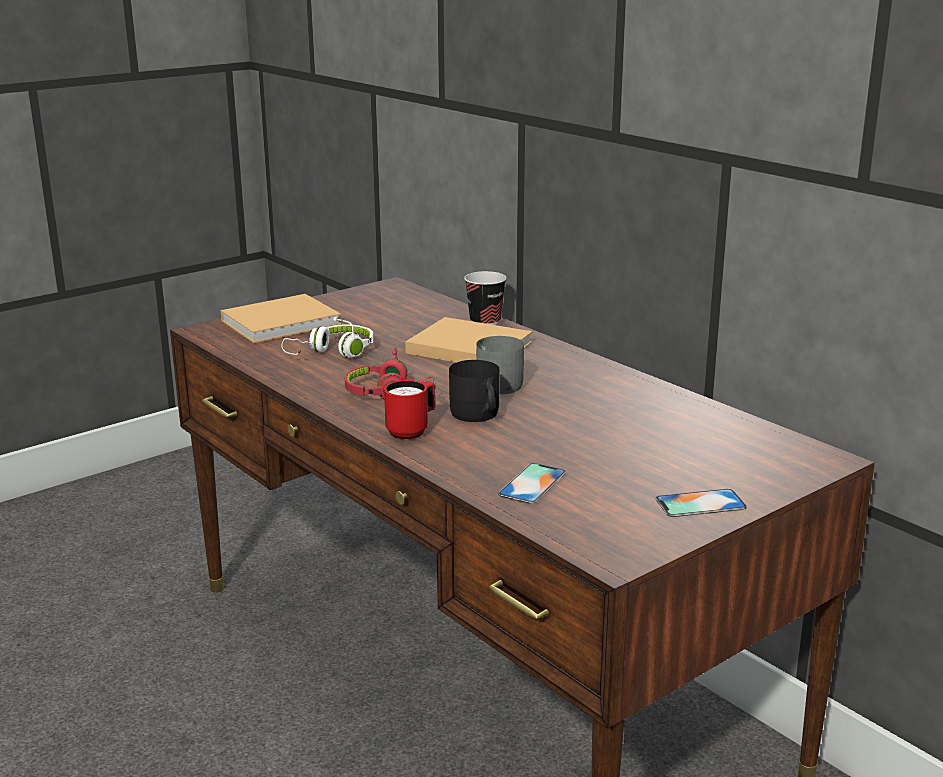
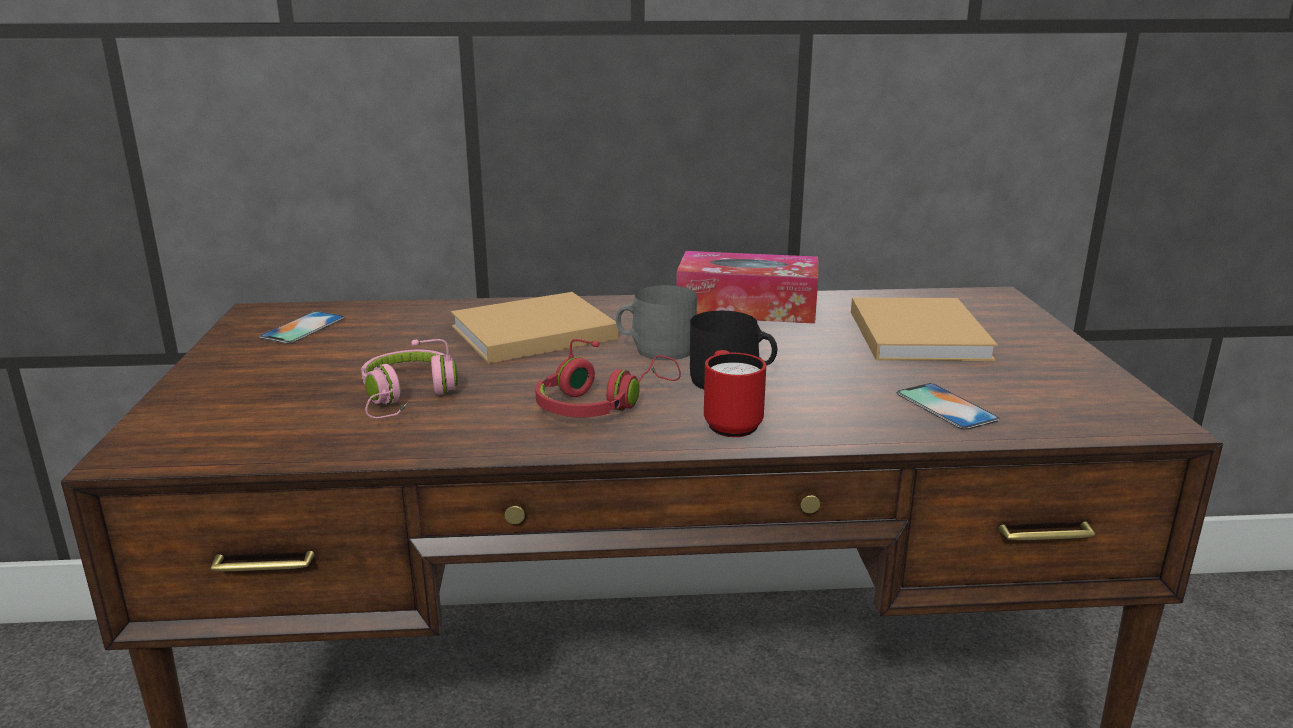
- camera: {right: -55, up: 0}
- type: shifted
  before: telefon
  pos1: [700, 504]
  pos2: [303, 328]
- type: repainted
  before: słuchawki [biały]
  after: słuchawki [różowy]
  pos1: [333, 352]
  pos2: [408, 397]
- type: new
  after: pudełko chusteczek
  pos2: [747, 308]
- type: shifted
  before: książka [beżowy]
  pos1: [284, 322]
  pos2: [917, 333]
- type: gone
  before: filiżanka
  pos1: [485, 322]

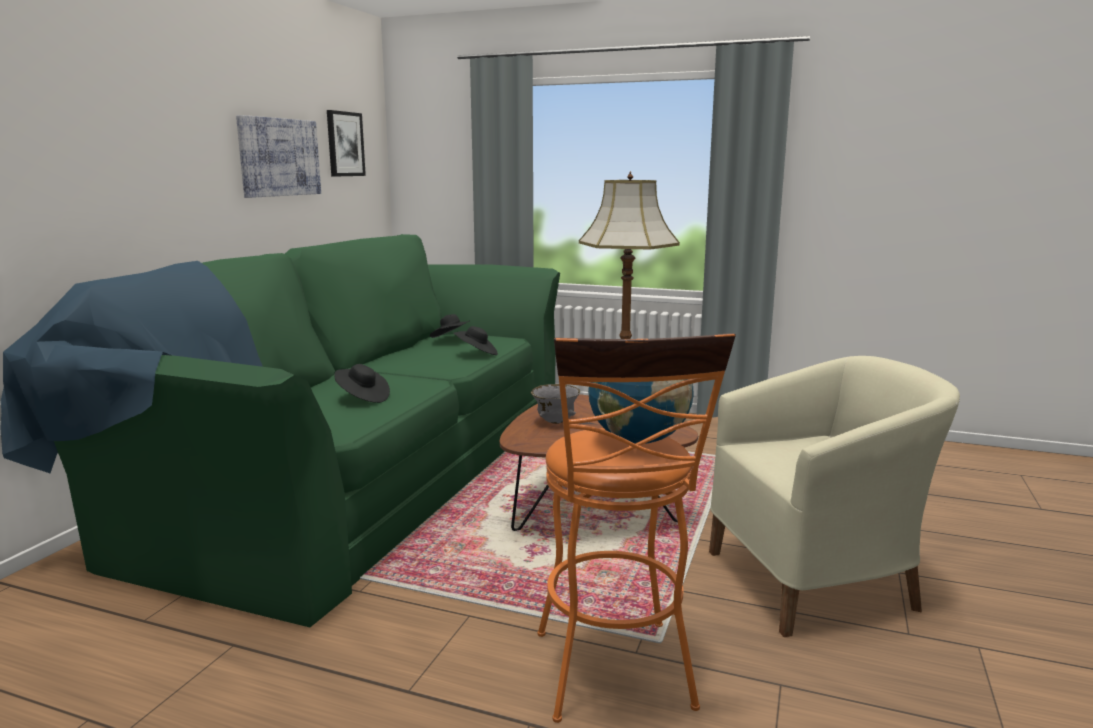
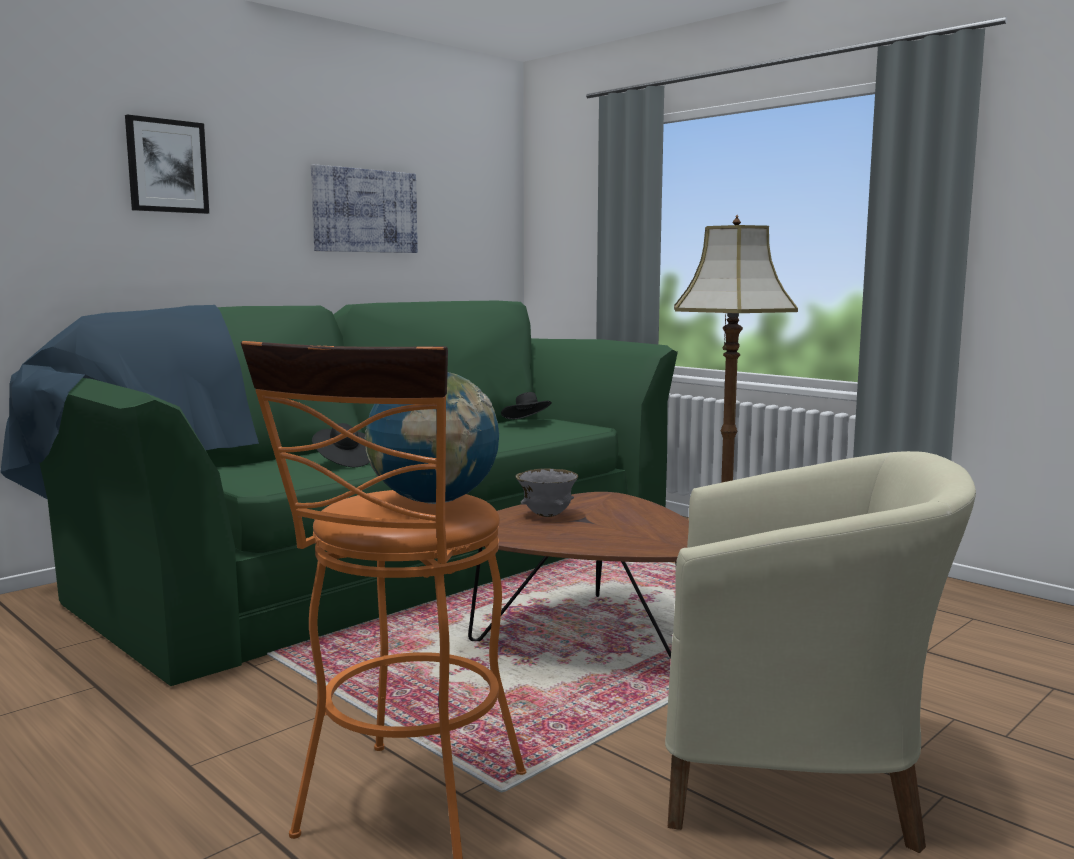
- camera: {right: 25, up: -5}
- type: shifted
  before: obraz
  pos1: [345, 144]
  pos2: [167, 166]
- type: gone
  before: kapelusz [czarny]
  pos1: [476, 354]

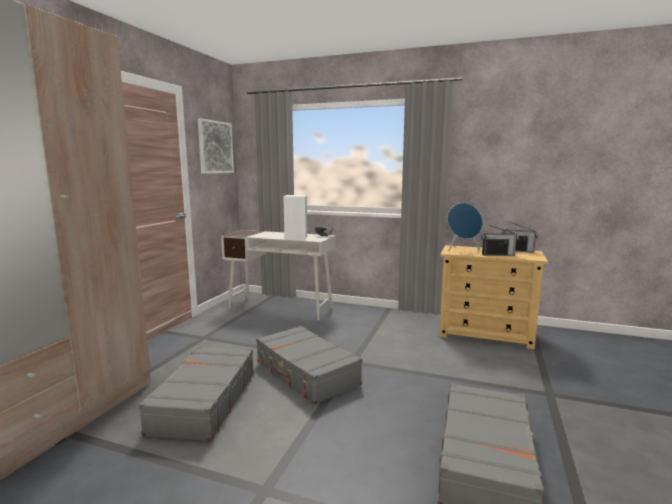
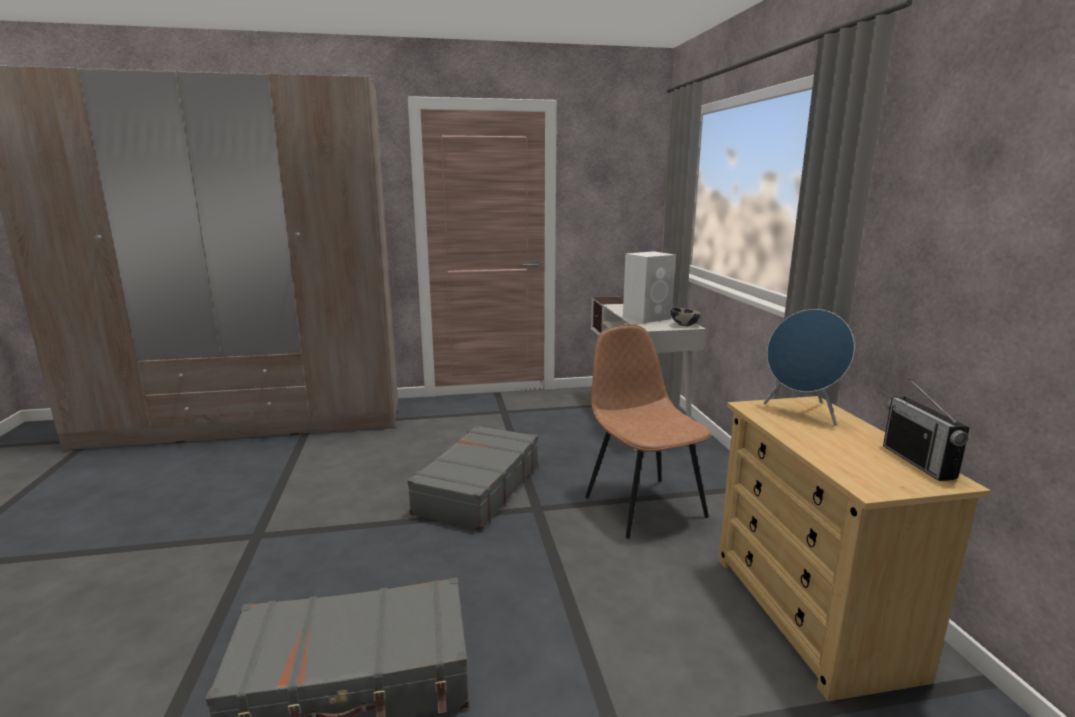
- camera: {right: 60, up: 5}
- type: new
  after: krzesło [brązowy]
  pos2: [643, 505]
- type: gone
  before: walizka [szary]
  pos1: [203, 402]
- type: gone
  before: obraz
  pos1: [215, 147]
- type: gone
  before: radio
  pos1: [498, 255]

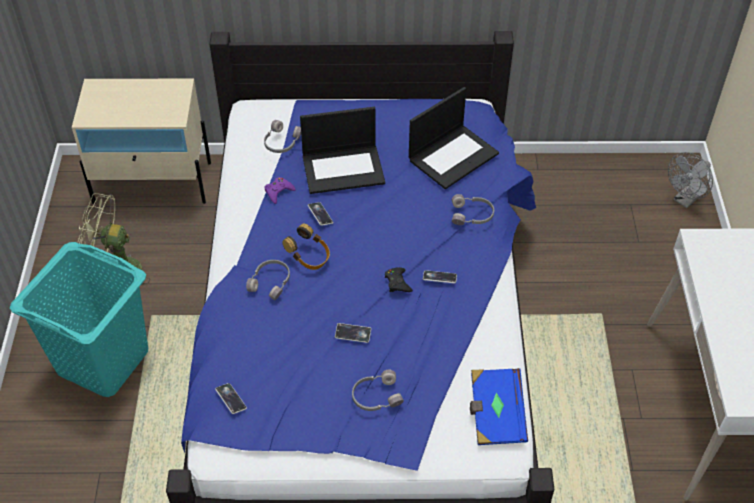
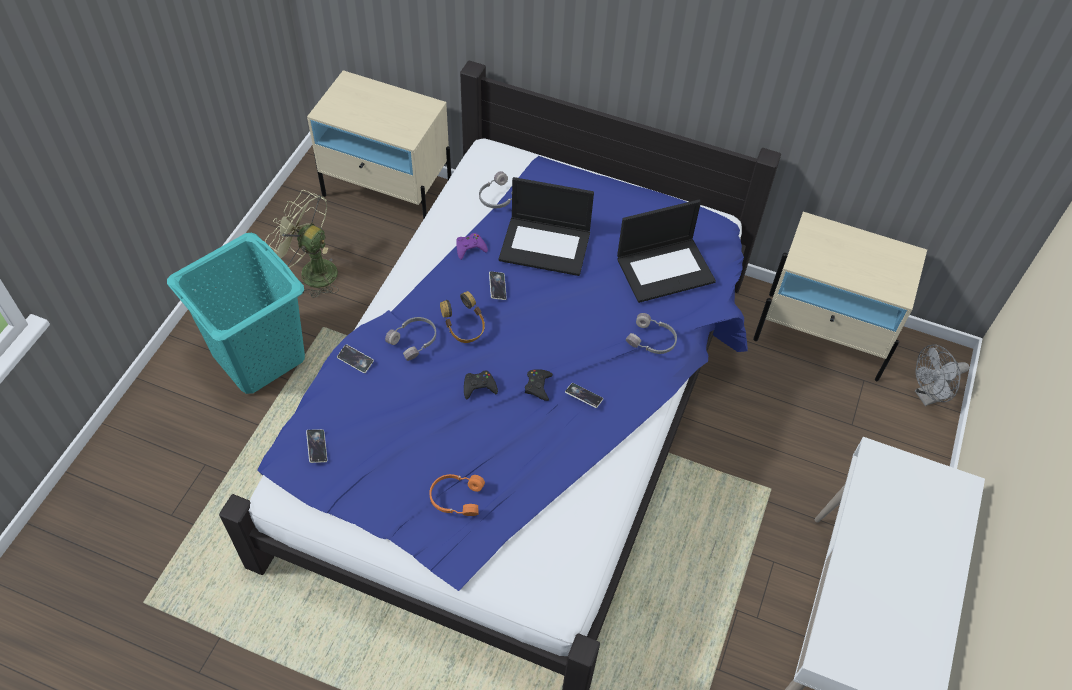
- camera: {right: 20, up: 5}
- type: shifted
  before: telefon
  pos1: [353, 334]
  pos2: [355, 360]
- type: repainted
  before: słuchawki [szary]
  after: słuchawki [pomarańczowy]
  pos1: [376, 396]
  pos2: [456, 497]
- type: new
  after: pad do gier [czarny]
  pos2: [479, 387]
- type: new
  after: szafka nocna [beżowy]
  pos2: [823, 336]
- type: gone
  before: książka [niebieski]
  pos1: [495, 415]

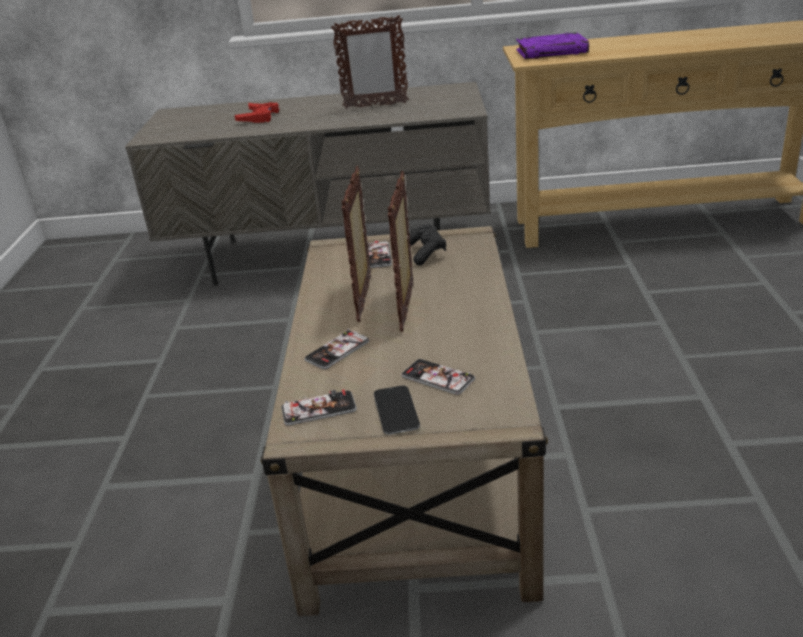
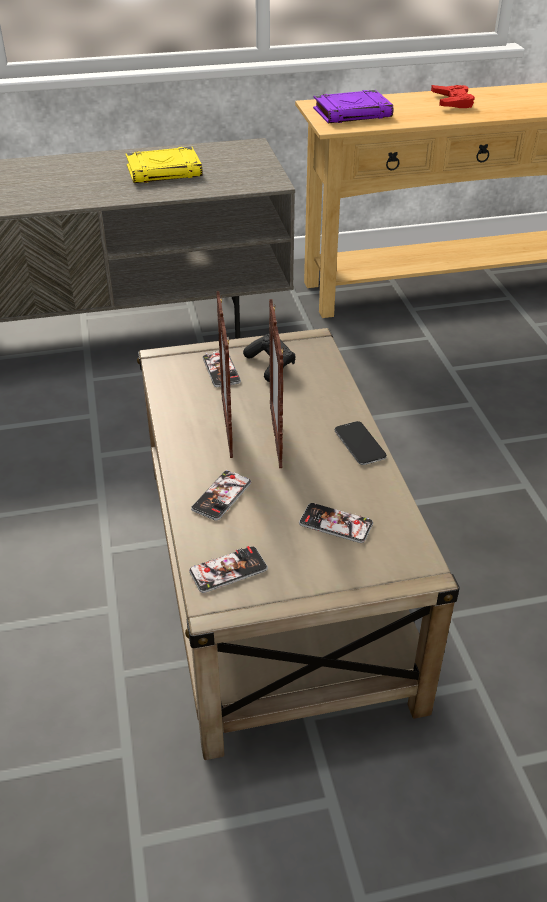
- camera: {right: -15, up: 10}
- type: swapped
  before: ramka na zdjęcie
  after: książka [żółty]
  pos1: [375, 105]
  pos2: [165, 171]
- type: shifted
  before: telefon
  pos1: [396, 411]
  pos2: [360, 444]
- type: shifted
  before: pad do gier [czerwony]
  pos1: [259, 117]
  pos2: [452, 102]

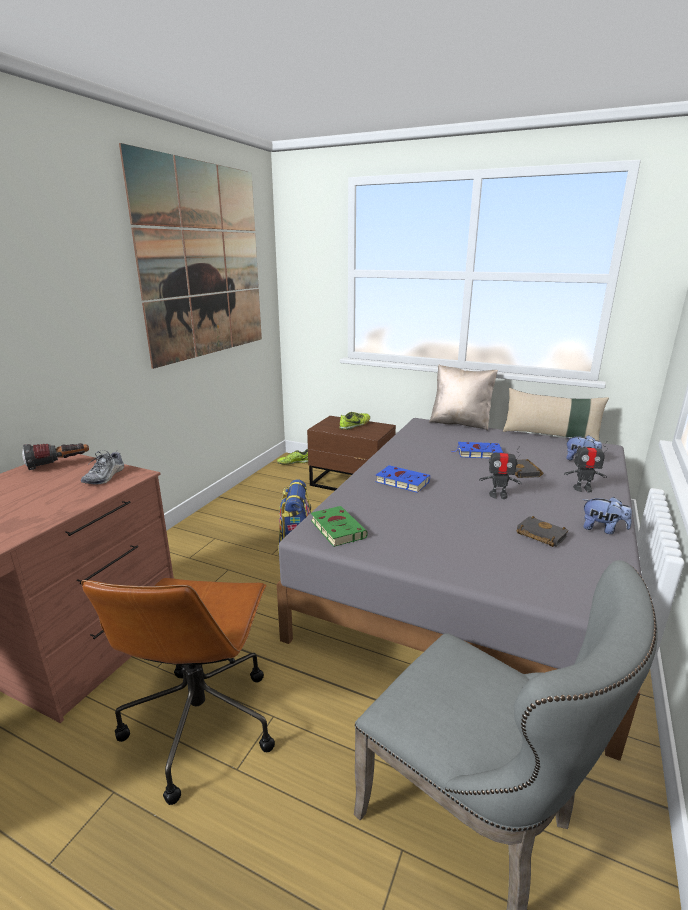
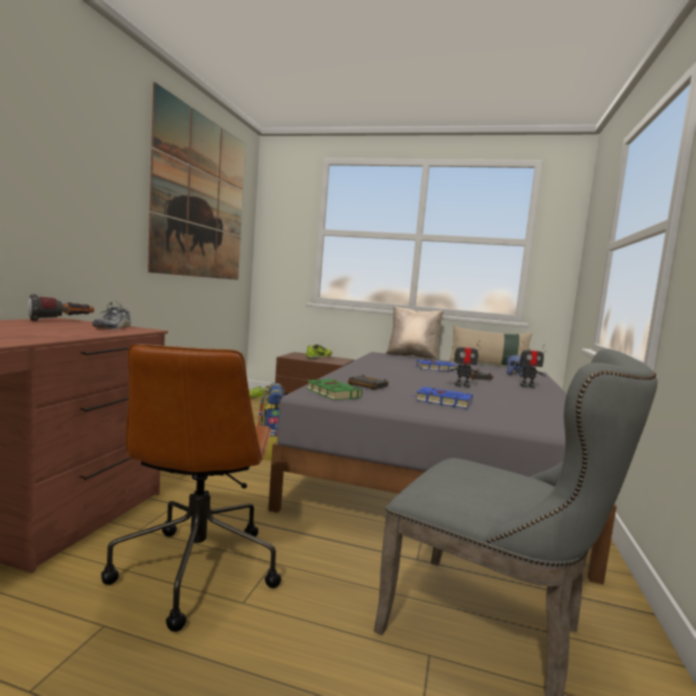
- camera: {right: -10, up: -15}
- type: shifted
  before: książka [czarny]
  pos1: [539, 535]
  pos2: [366, 386]
- type: shifted
  before: książka [niebieski]
  pos1: [401, 481]
  pos2: [442, 401]
- type: gone
  before: pluszak
  pos1: [602, 529]

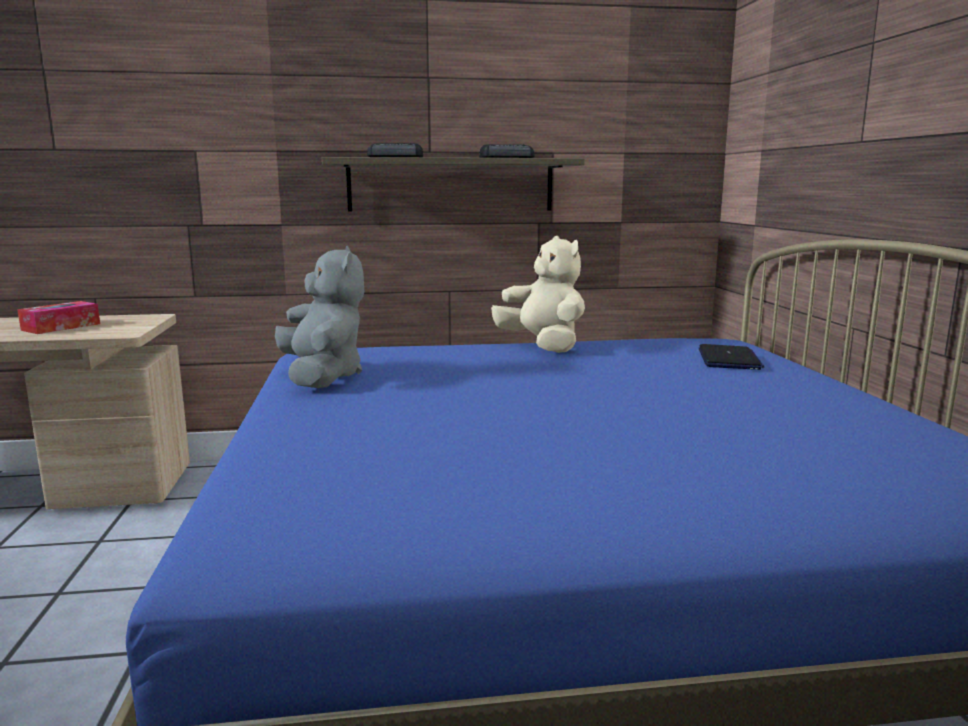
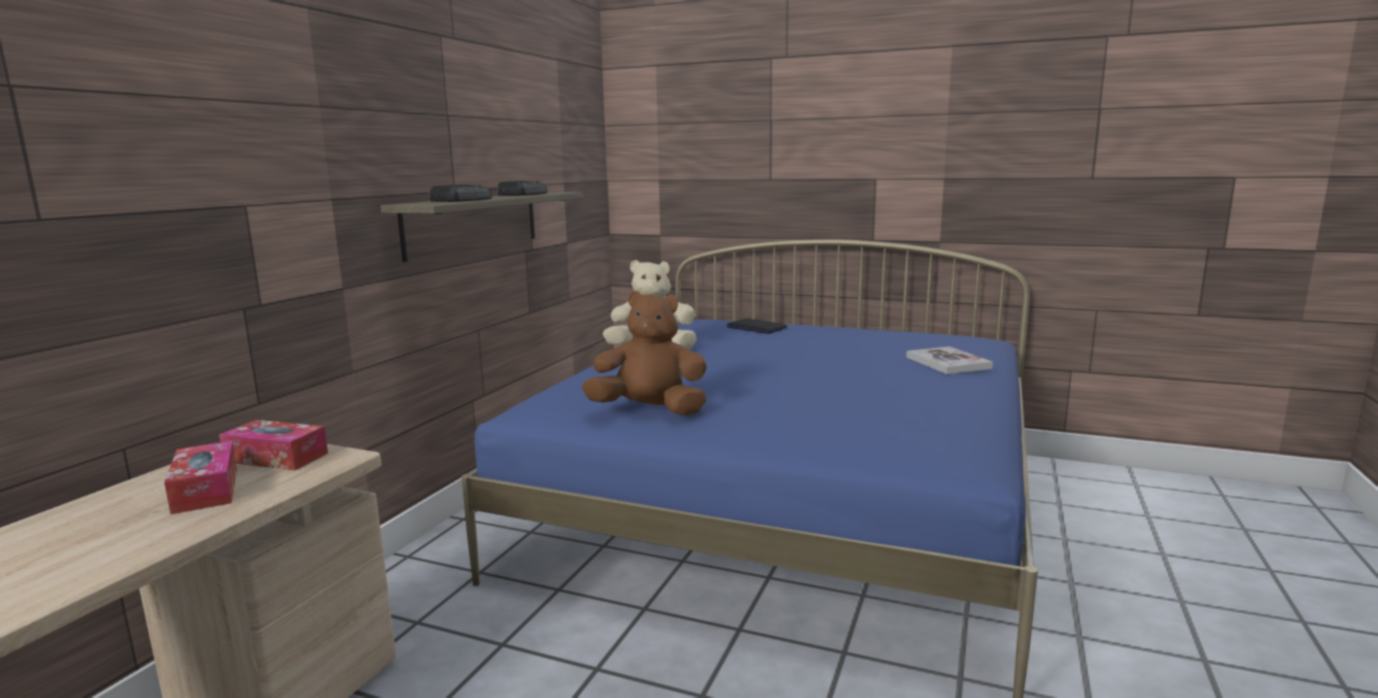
- camera: {right: -60, up: 0}
- type: new
  after: pudełko chusteczek
  pos2: [276, 457]
- type: repainted
  before: pluszak [szary]
  after: pluszak [brązowy]
  pos1: [322, 377]
  pos2: [650, 411]
- type: new
  after: książka
  pos2: [948, 363]

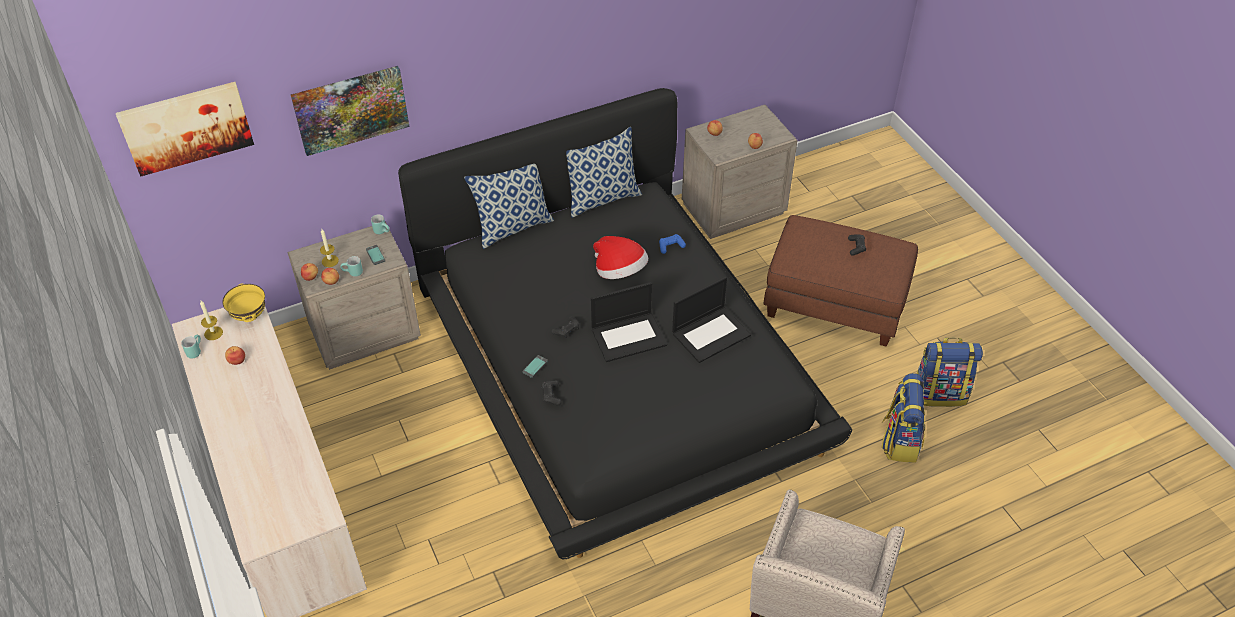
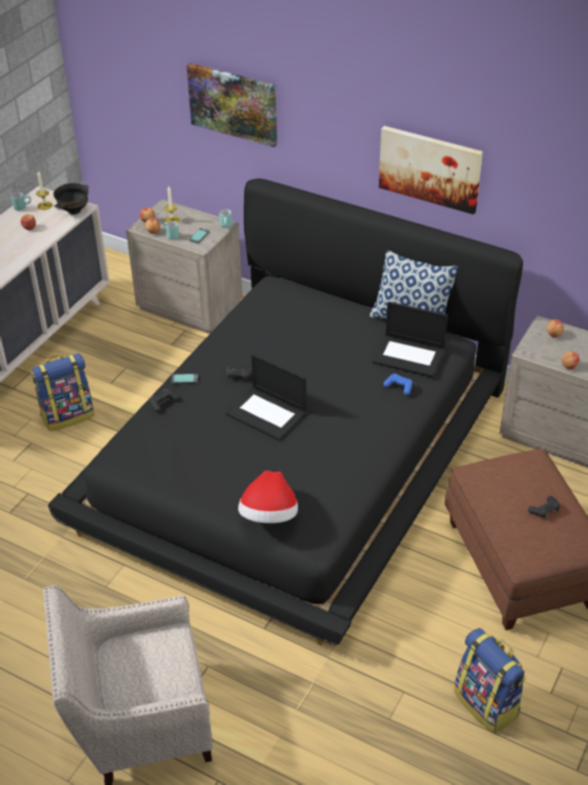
- camera: {right: 55, up: -5}
- type: shifted
  before: plecak
  pos1: [899, 440]
  pos2: [68, 415]
- type: repainted
  before: miska [żółty]
  after: miska [czarny]
  pos1: [249, 316]
  pos2: [74, 210]
- type: shifted
  before: kapelusz
  pos1: [620, 272]
  pos2: [269, 516]
- type: shifted
  before: laptop
  pos1: [711, 333]
  pos2: [409, 356]
- type: shifted
  before: obraz
  pos1: [186, 127]
  pos2: [430, 168]
- type: gone
  before: poduszka
  pos1: [513, 226]

